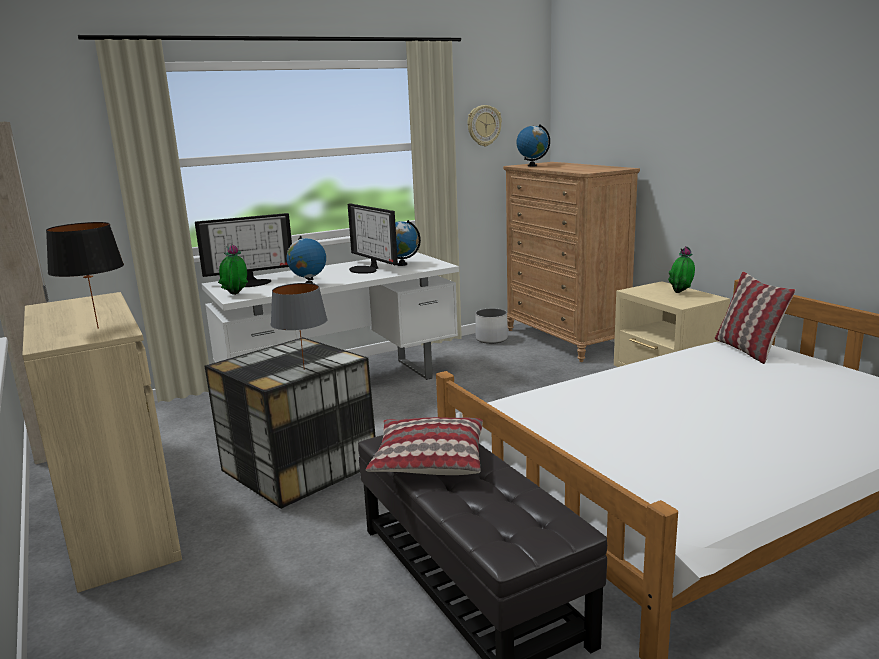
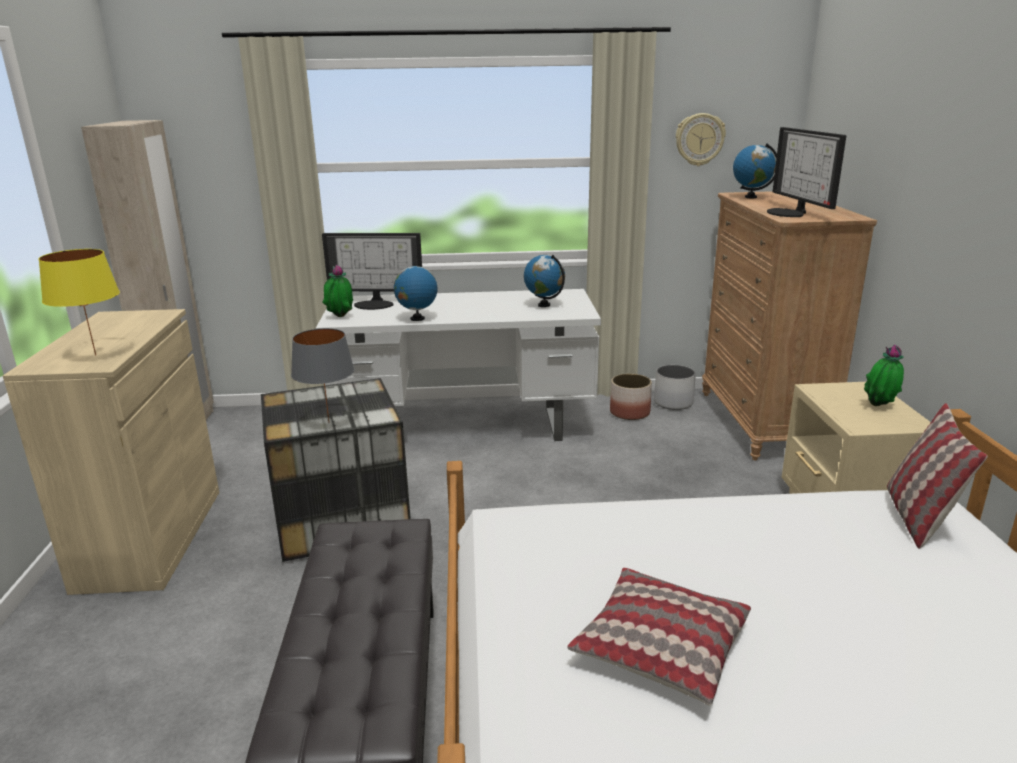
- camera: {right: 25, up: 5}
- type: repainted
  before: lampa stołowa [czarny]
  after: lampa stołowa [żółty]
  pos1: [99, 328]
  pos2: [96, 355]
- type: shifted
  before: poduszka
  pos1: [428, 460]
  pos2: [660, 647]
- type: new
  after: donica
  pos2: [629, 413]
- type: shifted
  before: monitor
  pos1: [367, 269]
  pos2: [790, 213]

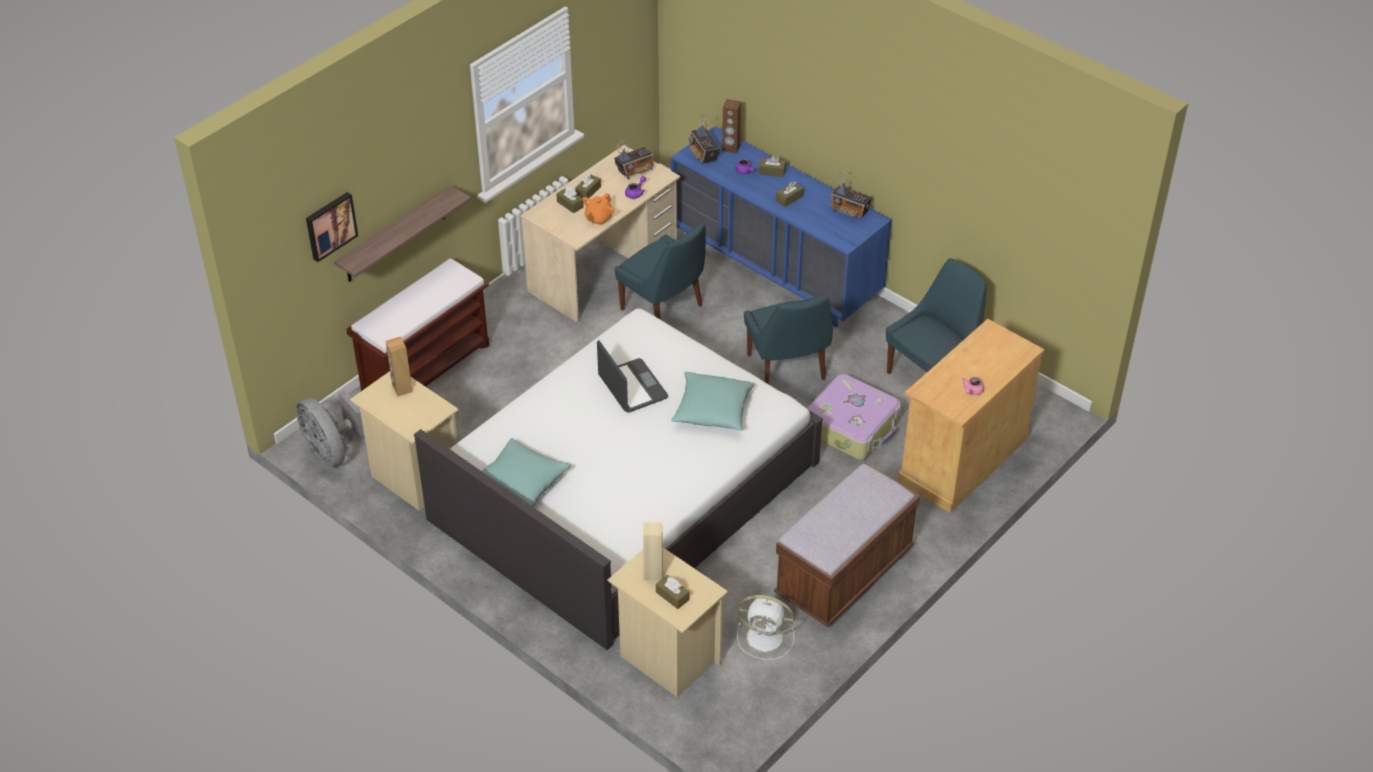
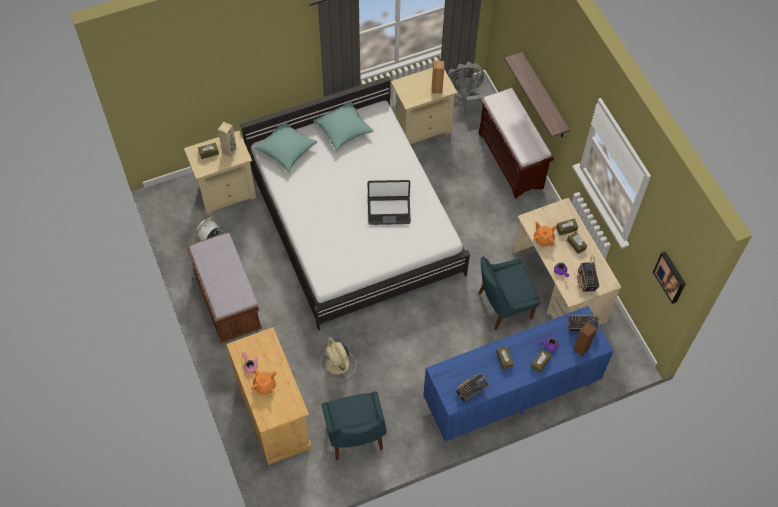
- camera: {right: 115, up: 15}
- type: new
  after: imbryk [pomarańczowy]
  pos2: [264, 386]
- type: shifted
  before: poduszka [turkusowy]
  pos1: [713, 410]
  pos2: [286, 150]
- type: swapped
  before: walizka
  after: wentylator [beżowy]
  pos1: [852, 426]
  pos2: [337, 364]
- type: shifted
  before: obraz
  pos1: [330, 225]
  pos2: [671, 276]
- type: gone
  before: krzesło [niebieski]
  pos1: [787, 369]

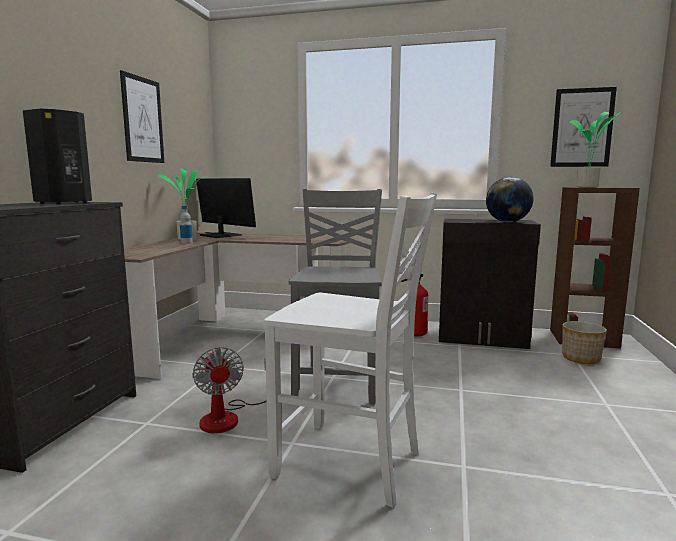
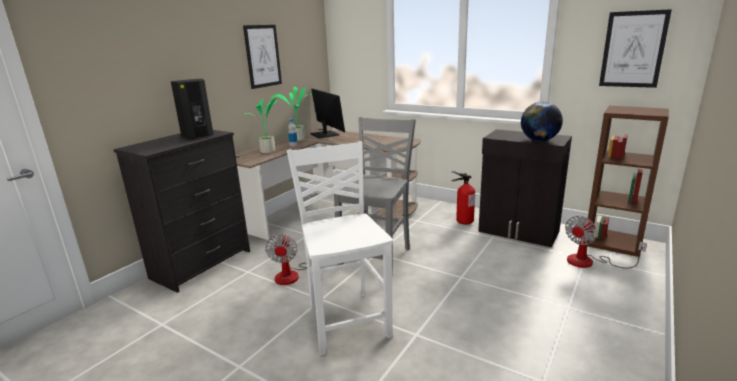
- camera: {right: 20, up: 10}
- type: shifted
  before: roślina doniczkowa
  pos1: [589, 187]
  pos2: [268, 152]
- type: rotated
  before: krzesło [biały]
  pos1: [351, 464]
  pos2: [347, 319]
  turn: -150
- type: swapped
  before: donica
  after: wentylator
  pos1: [581, 358]
  pos2: [589, 262]

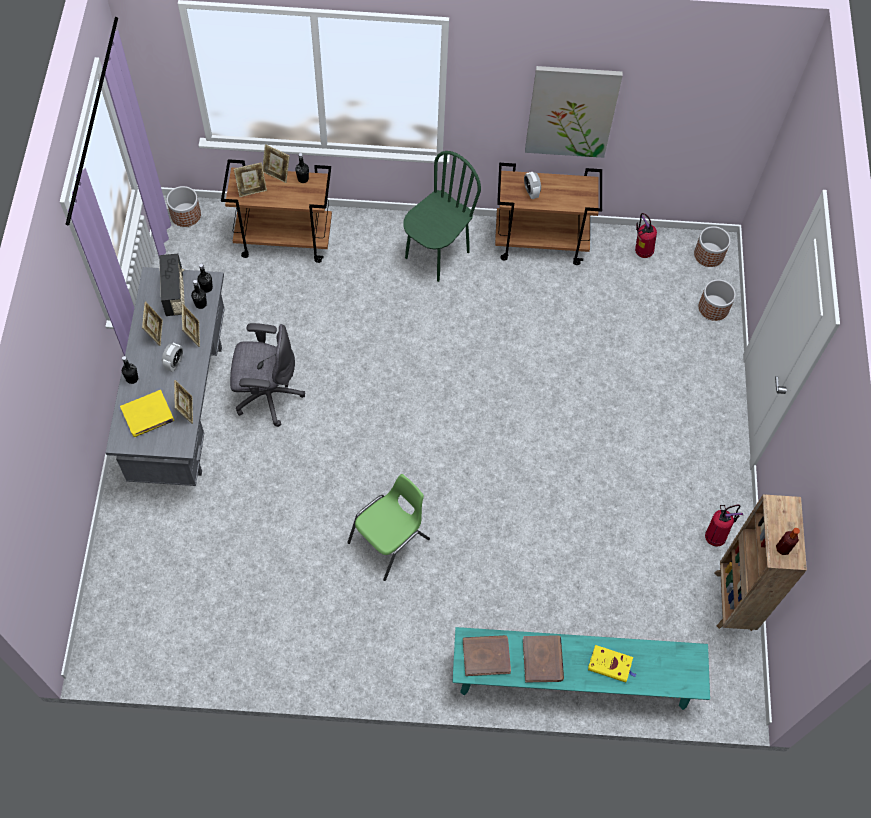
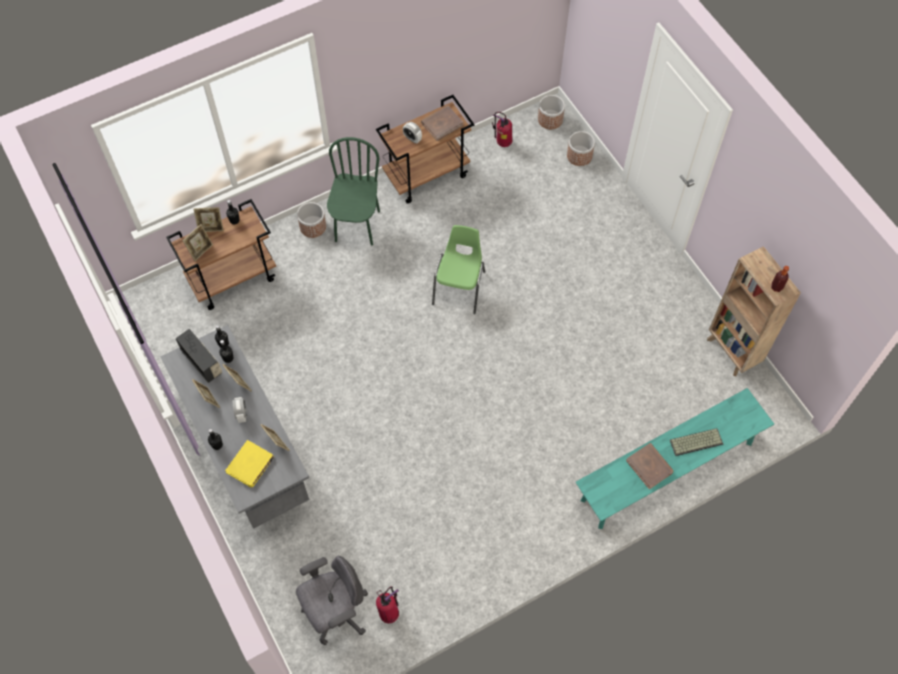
- camera: {right: -30, up: 0}
- type: shifted
  before: krzesło biurowe [szary]
  pos1: [267, 395]
  pos2: [336, 611]
- type: shifted
  before: donica
  pos1: [186, 215]
  pos2: [312, 226]
- type: shifted
  before: gaśnica
  pos1: [715, 536]
  pos2: [389, 612]
- type: shifted
  before: książka [brązowy]
  pos1: [486, 656]
  pos2: [442, 124]
- type: shifted
  before: krzesło [zielony]
  pos1: [390, 541]
  pos2: [460, 287]
- type: swapped
  before: książka [żółty]
  after: klawiatura
  pos1: [611, 665]
  pos2: [696, 441]
- type: gone
  before: obraz
  pos1: [571, 111]

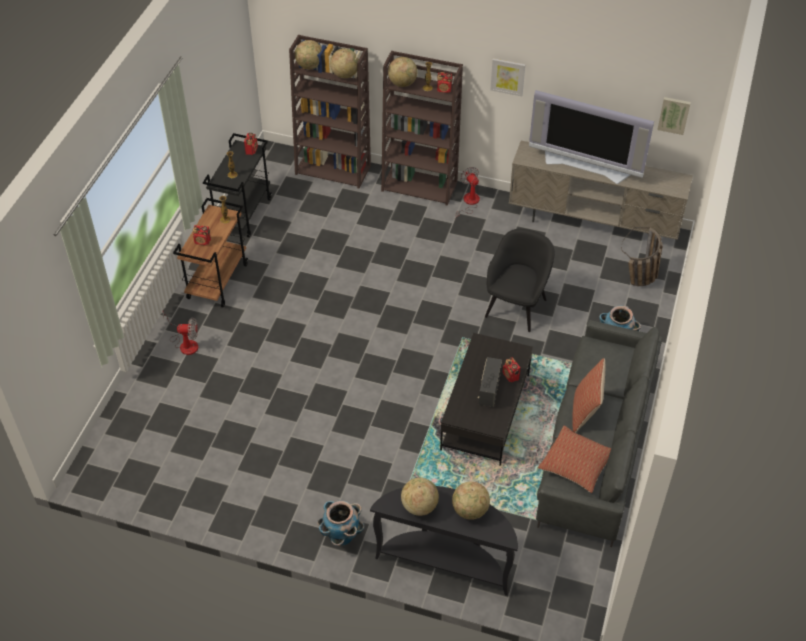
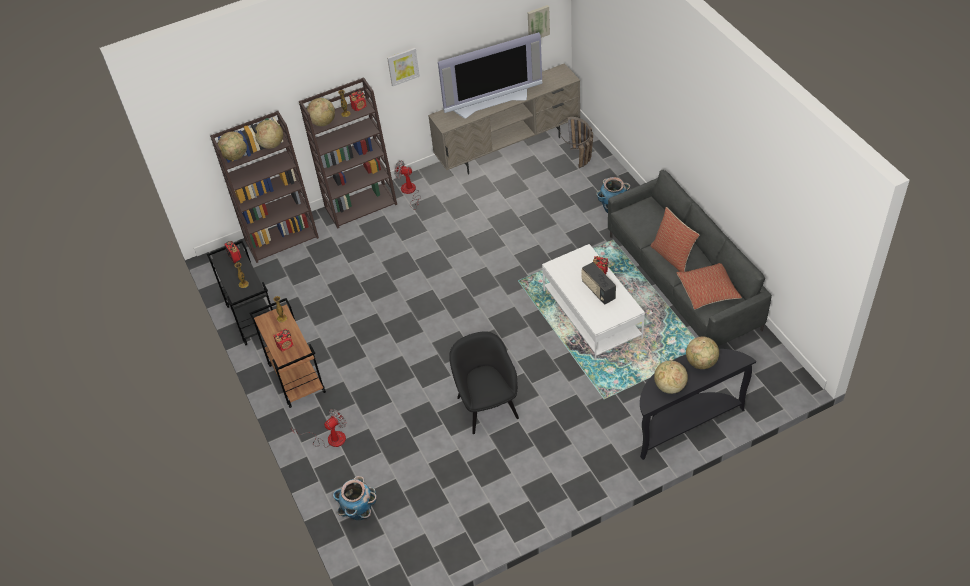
- camera: {right: -40, up: 0}
- type: shifted
  before: donica
  pos1: [341, 536]
  pos2: [359, 512]
- type: shifted
  before: fotel [czarny]
  pos1: [516, 306]
  pos2: [487, 406]
- type: repainted
  before: ława [czarny]
  after: ława [biały]
  pos1: [485, 412]
  pos2: [592, 314]

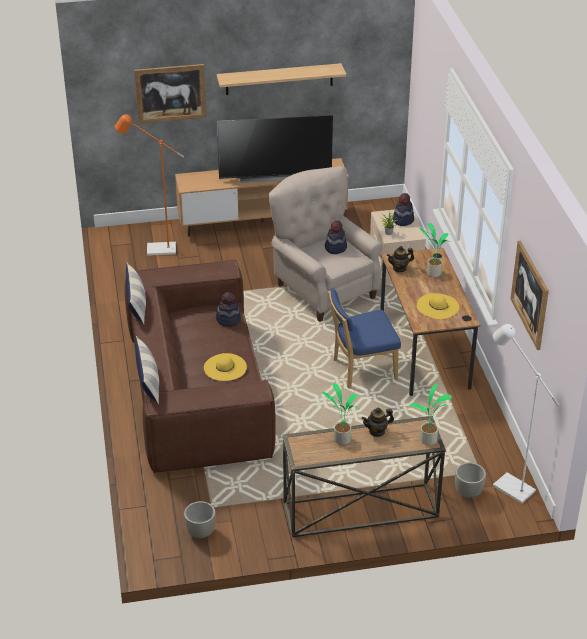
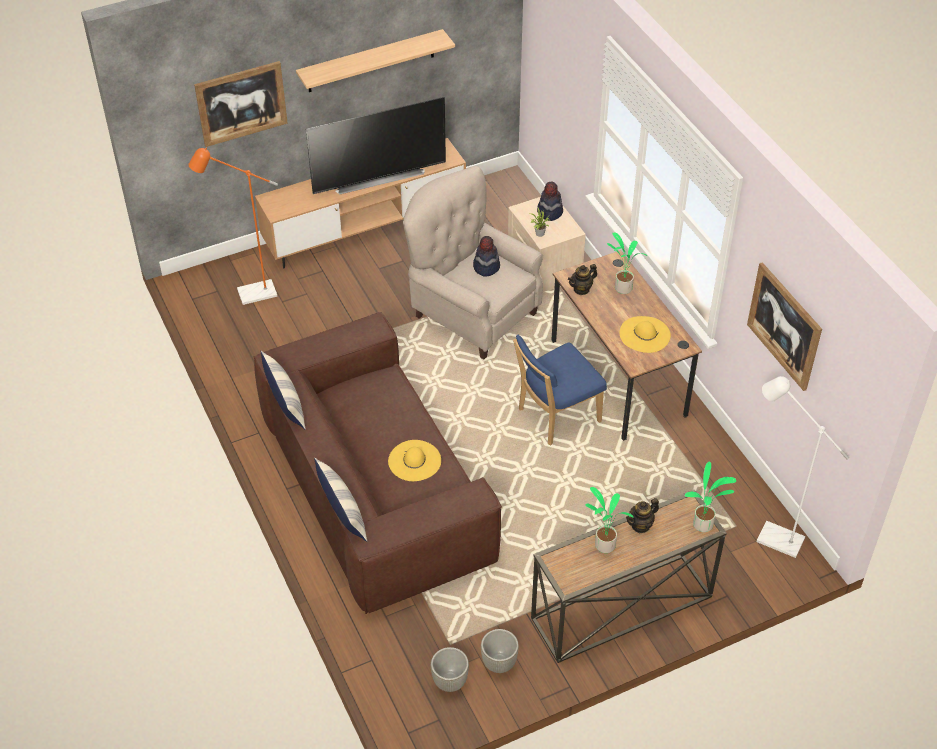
- camera: {right: -15, up: 10}
- type: shifted
  before: donica [szary]
  pos1: [468, 493]
  pos2: [499, 663]
- type: gone
  before: kapelusz
  pos1: [228, 319]

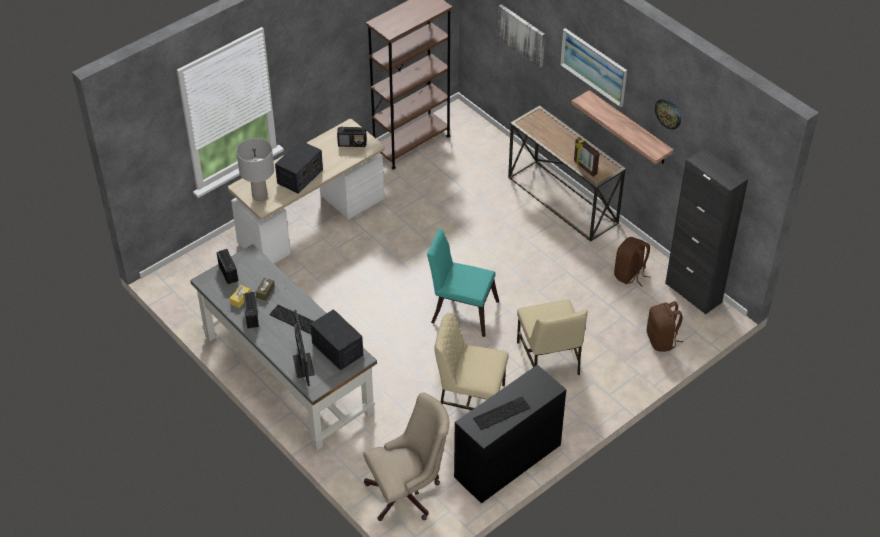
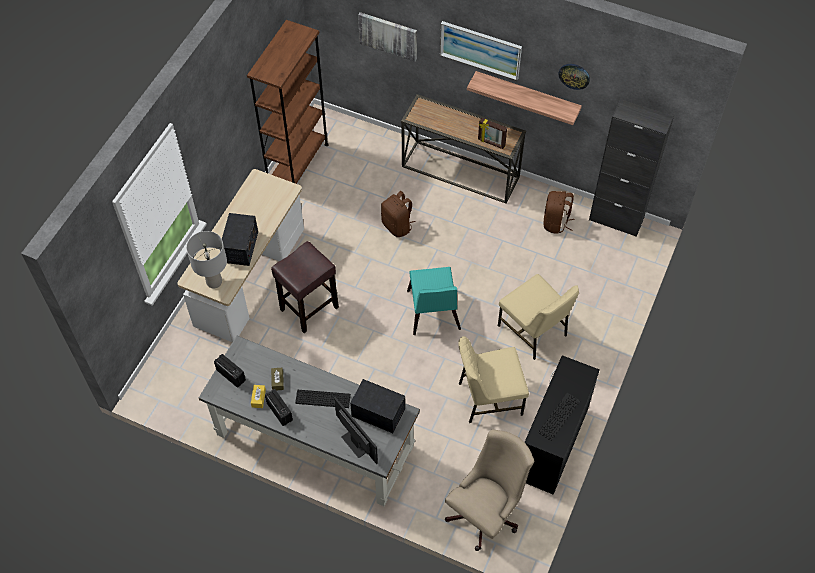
- camera: {right: -25, up: 10}
- type: new
  after: stołek [brązowy]
  pos2: [308, 309]
- type: shifted
  before: plecak [brązowy]
  pos1: [662, 340]
  pos2: [397, 226]
- type: rotated
  before: krzesło [turkusowy]
  pos1: [461, 310]
  pos2: [433, 314]
  turn: -90
- type: gone
  before: radio
  pos1: [352, 143]

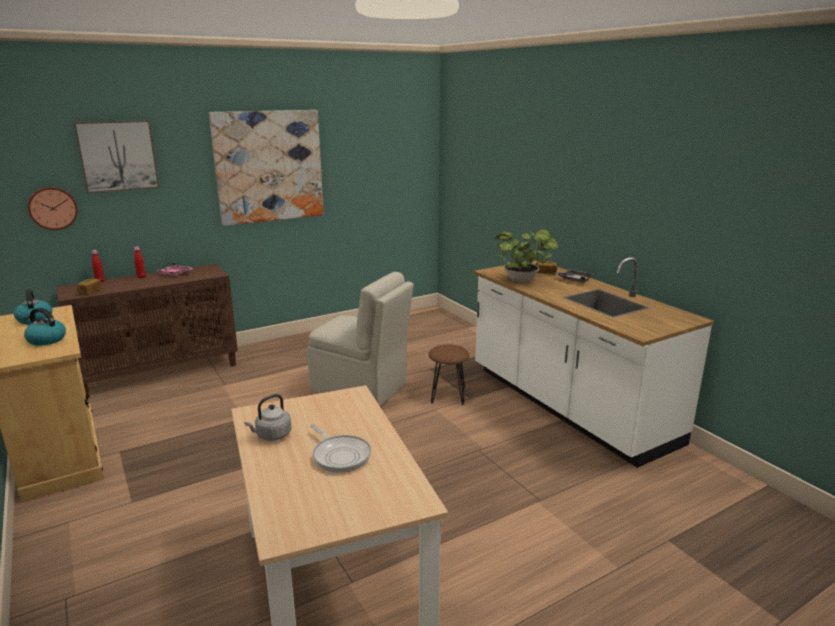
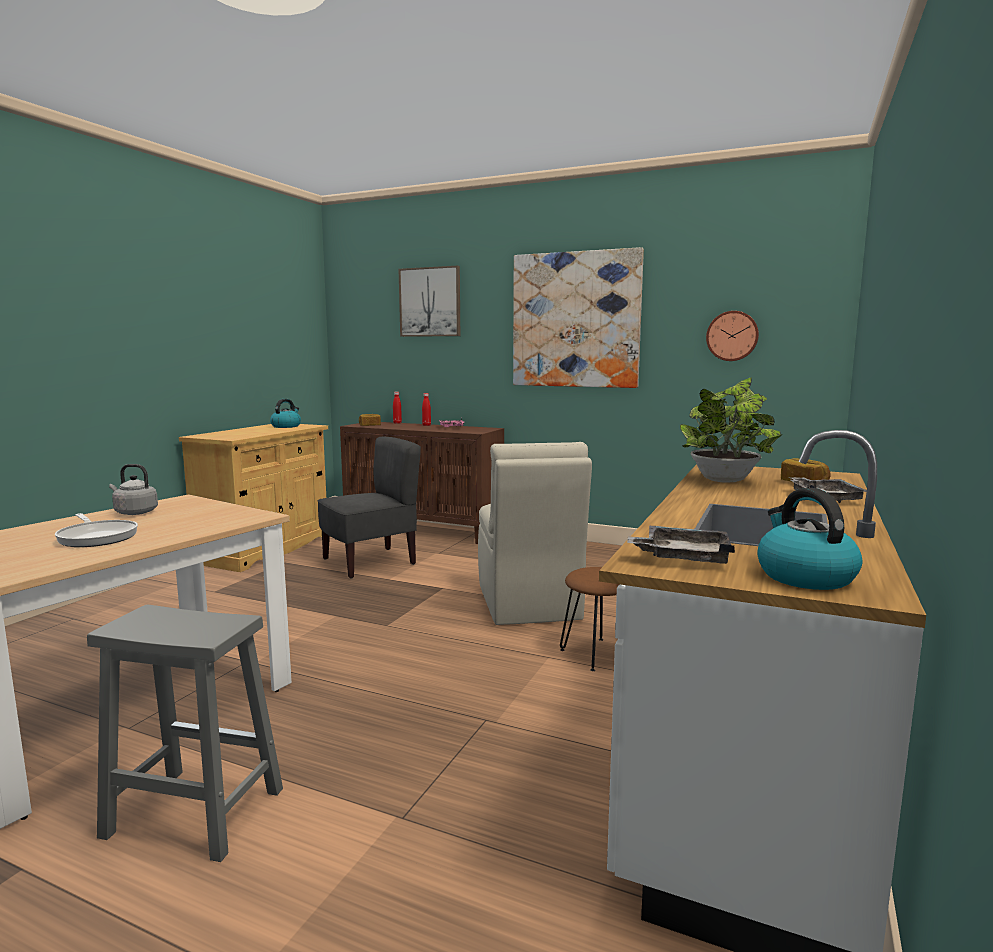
- camera: {right: 55, up: -10}
- type: rotated
  before: patelnia
  pos1: [340, 455]
  pos2: [97, 537]
  turn: -60
- type: new
  after: stołek [szary]
  pos2: [192, 812]
- type: new
  after: krzesło [szary]
  pos2: [370, 562]
- type: new
  after: taca [szary]
  pos2: [683, 557]
- type: shifted
  before: zegar ścienny
  pos1: [53, 208]
  pos2: [732, 336]
- type: shifted
  before: czajnik
  pos1: [46, 340]
  pos2: [804, 576]

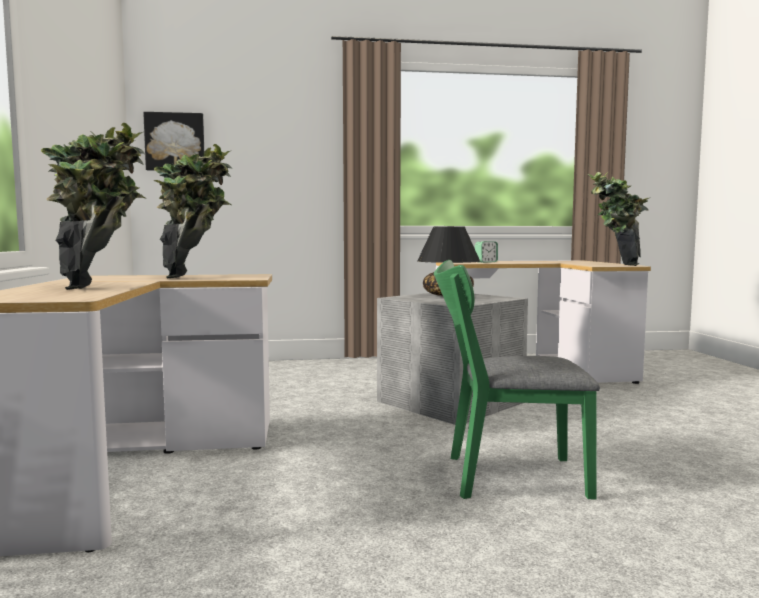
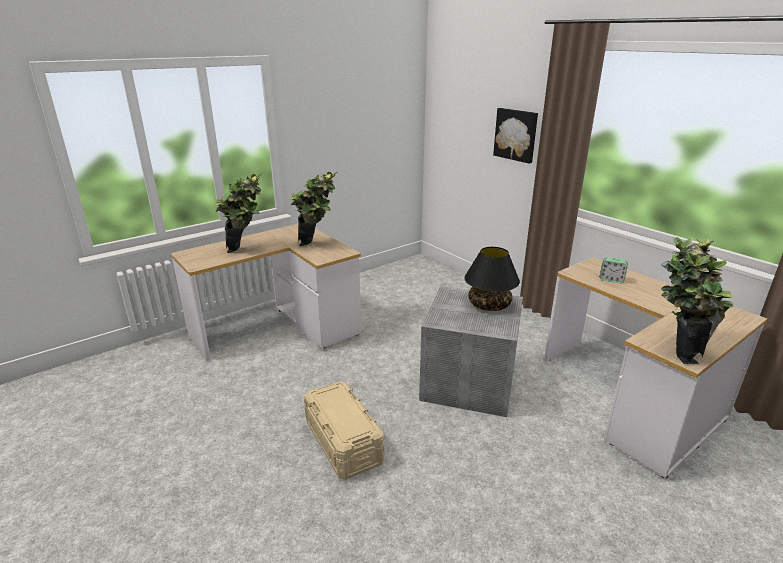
- camera: {right: 60, up: 20}
- type: swapped
  before: krzesło [zielony]
  after: pojemnik do przechowywania [beżowy]
  pos1: [504, 476]
  pos2: [343, 442]
- type: shifted
  before: obraz
  pos1: [175, 142]
  pos2: [516, 135]

